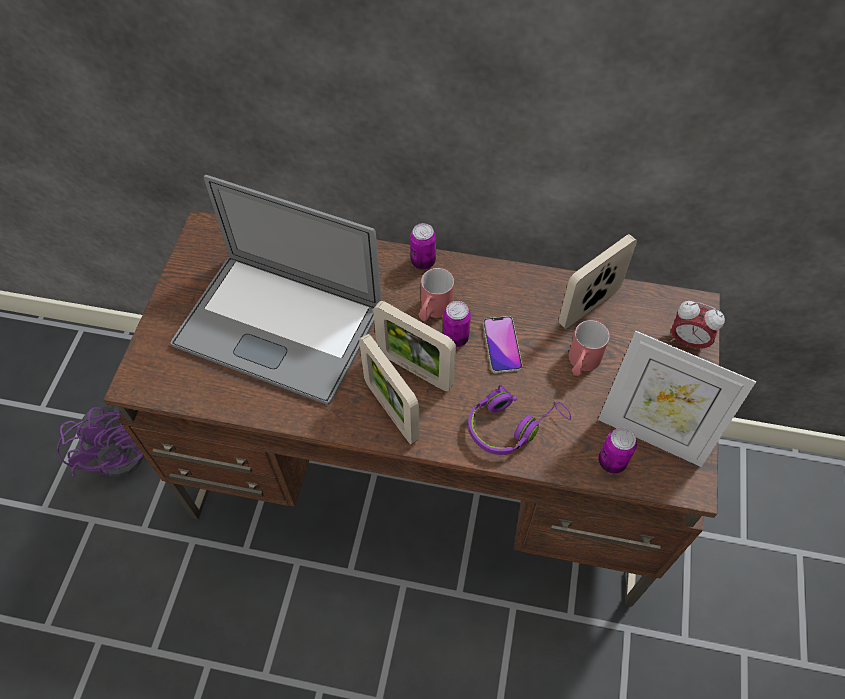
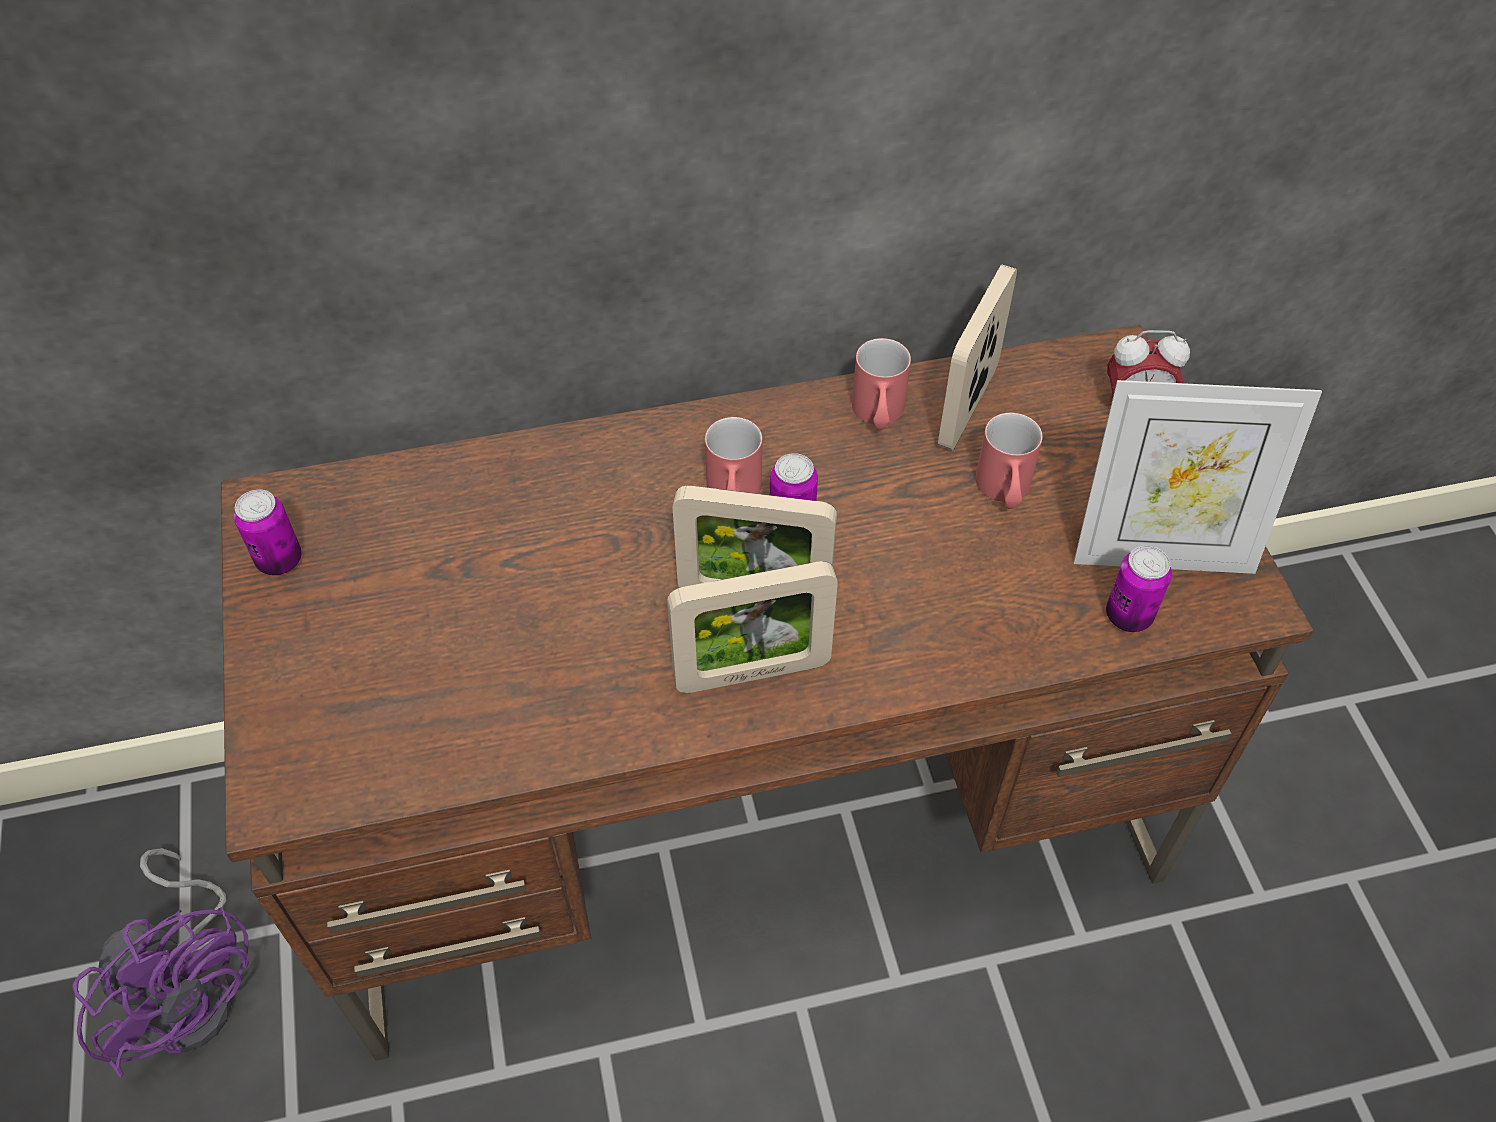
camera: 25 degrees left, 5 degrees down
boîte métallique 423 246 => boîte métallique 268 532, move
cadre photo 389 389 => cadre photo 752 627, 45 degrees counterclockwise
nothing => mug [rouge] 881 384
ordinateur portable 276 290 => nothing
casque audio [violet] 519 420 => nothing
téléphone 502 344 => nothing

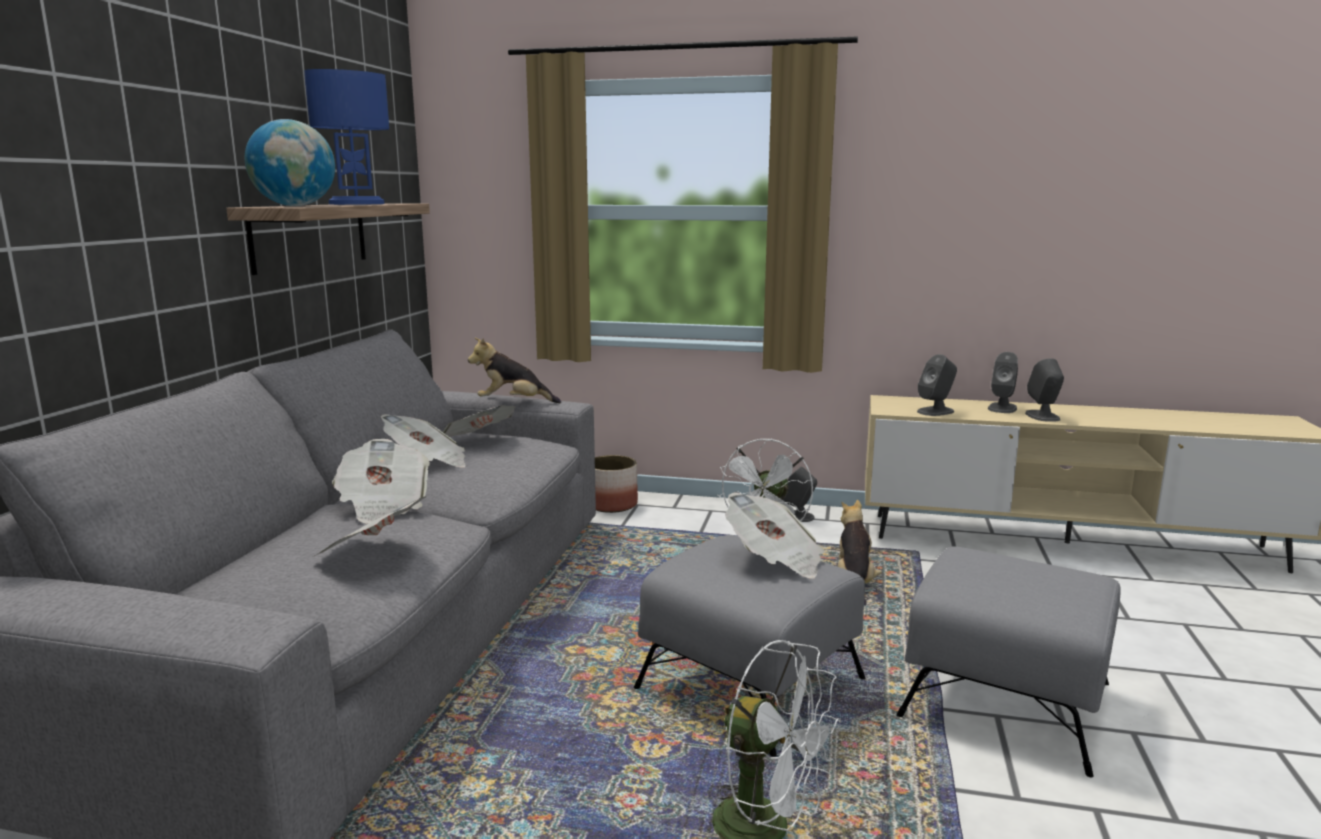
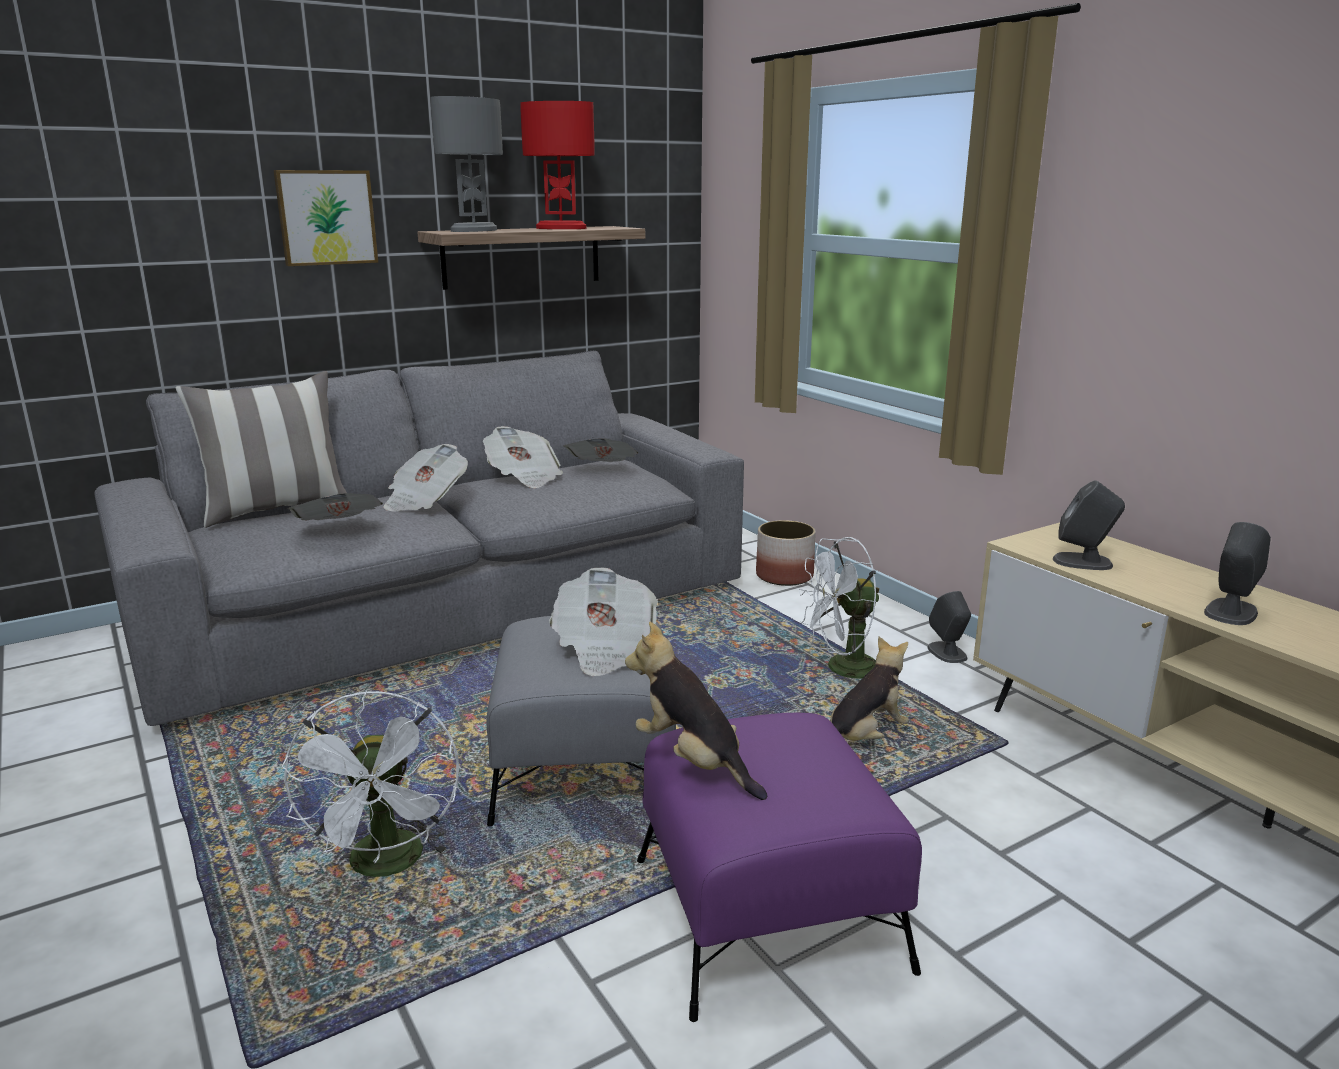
camera: 45 degrees right, 5 degrees up
nothing => coussin 261 449
nothing => tableau 326 218
globe 289 162 => lampe de table [gris] 466 164
lampe de table [bleu] 346 137 => lampe de table [rouge] 557 165
peluche 514 370 => peluche 696 711, move
pouf [gris] 1008 661 => pouf [violet] 779 867
enceinte [gris] 1003 382 => nothing

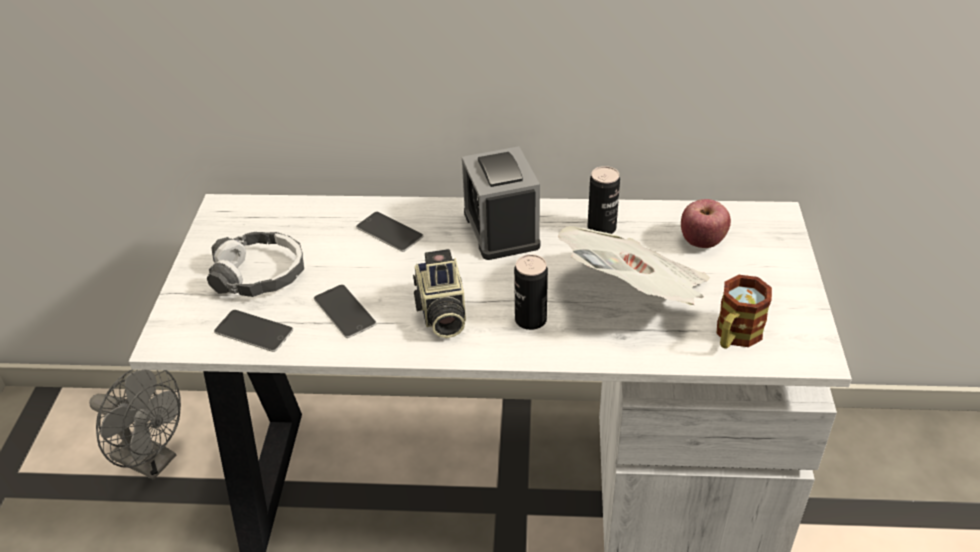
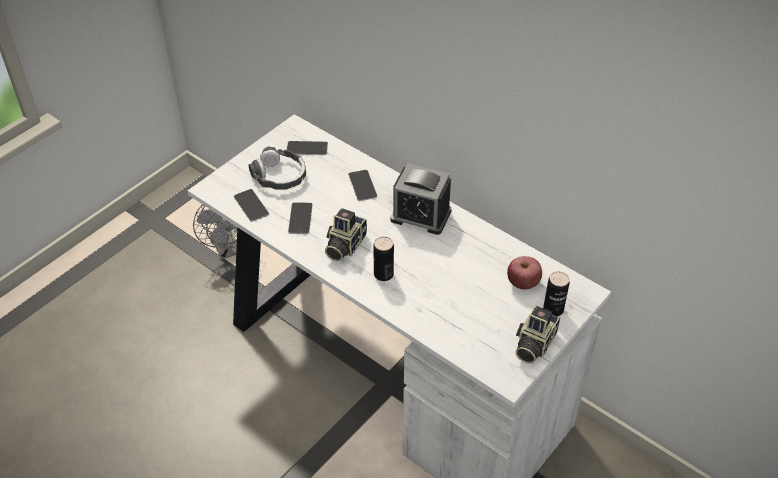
camera: 35 degrees right, 5 degrees up
nothing => téléphone 307 148
réveil 501 203 => réveil 420 199, 90 degrees counterclockwise
nothing => appareil photo 537 335
boîte métallique 603 200 => boîte métallique 556 294, move
journal 634 265 => nothing
mug 744 312 => nothing

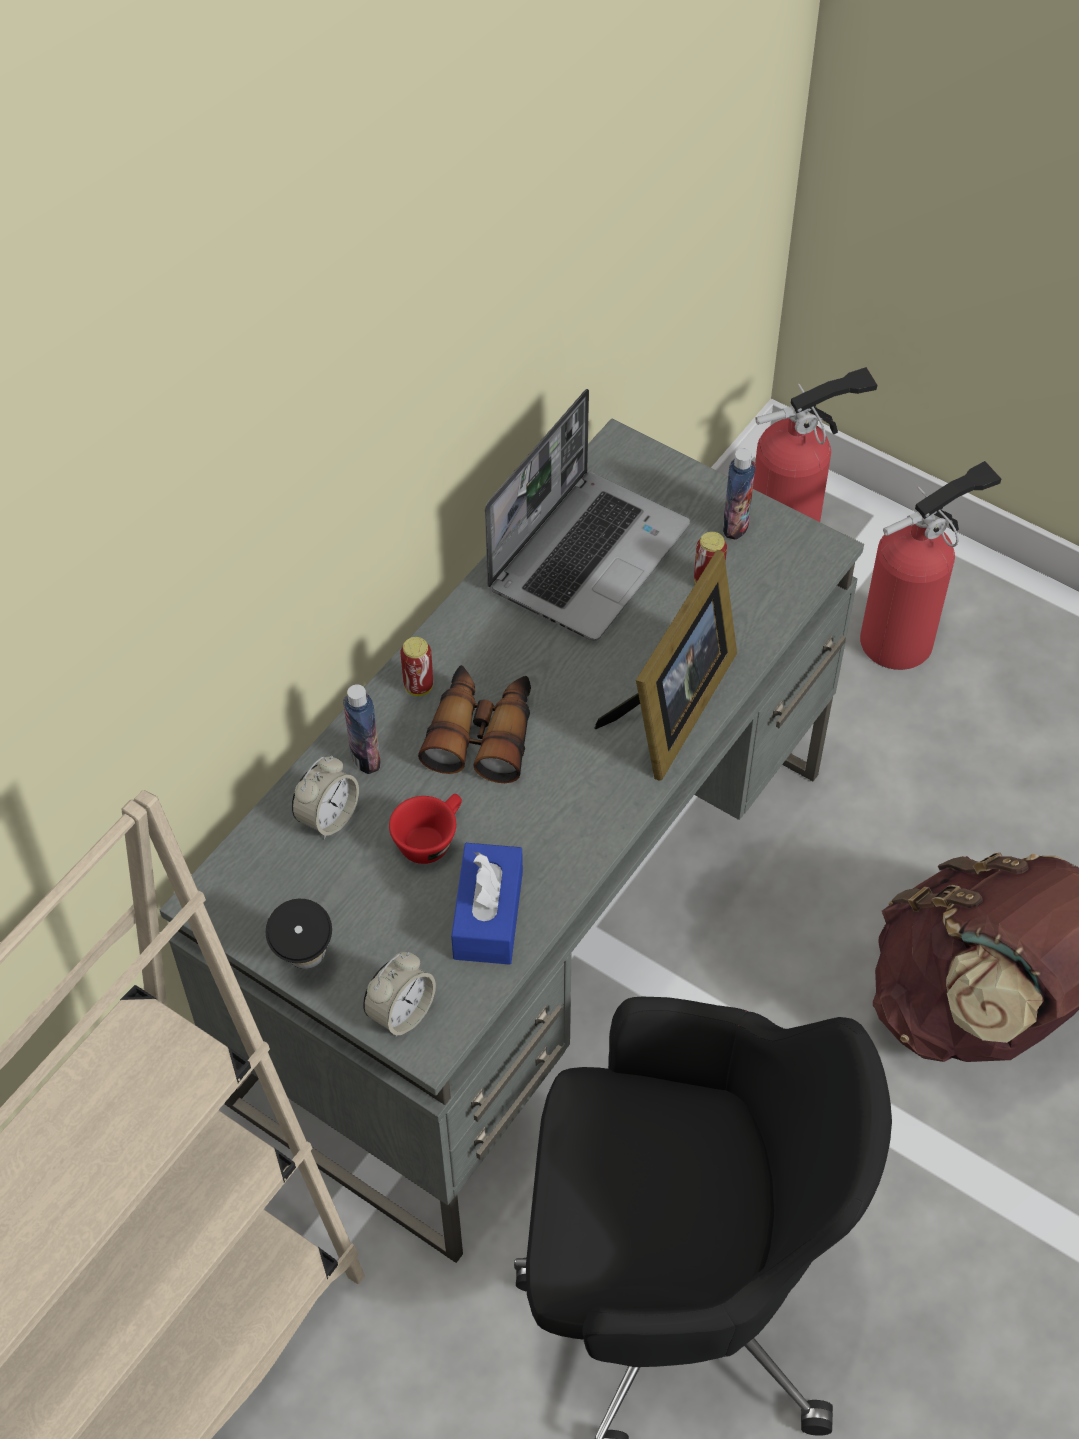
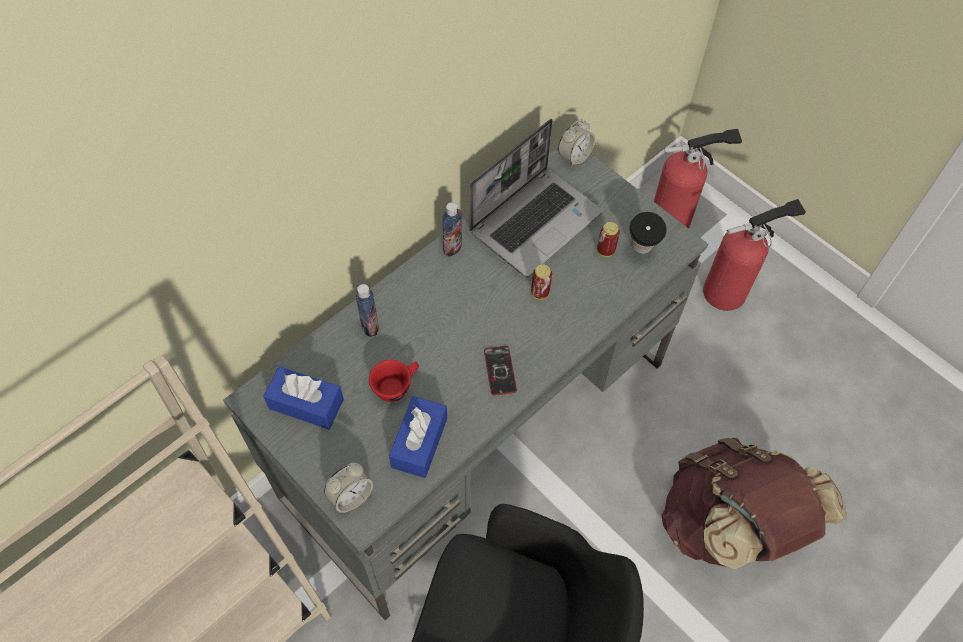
camera: 10 degrees right, 5 degrees up
nothing => boîte à mouchoirs [bleu] 303 397
bouteille 739 494 => bouteille 452 229, move
nothing => téléphone 500 371
boîte métallique 416 666 => boîte métallique 541 282, move
réveil 325 797 => réveil 576 143, move
tasse 299 934 => tasse 647 233, move
jumelles 474 724 => nothing
cadre photo 665 665 => nothing

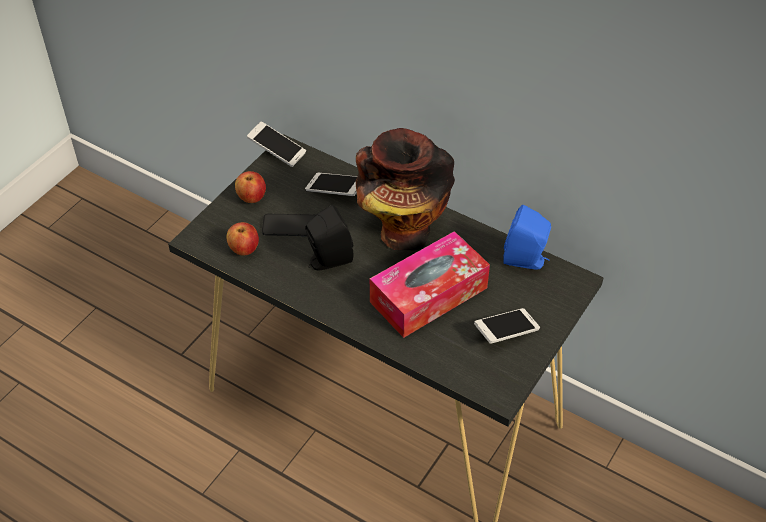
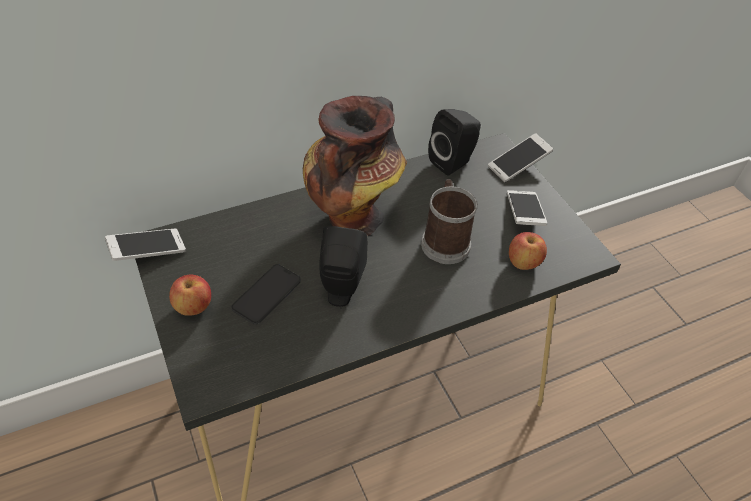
camera: 60 degrees left, 0 degrees up
boîte à mouchoirs 430 284 => mug 449 221
enceinte [bleu] 527 237 => enceinte [noir] 454 142
téléphone 331 184 => téléphone 520 157, move
pomme 243 238 => pomme 528 251, move

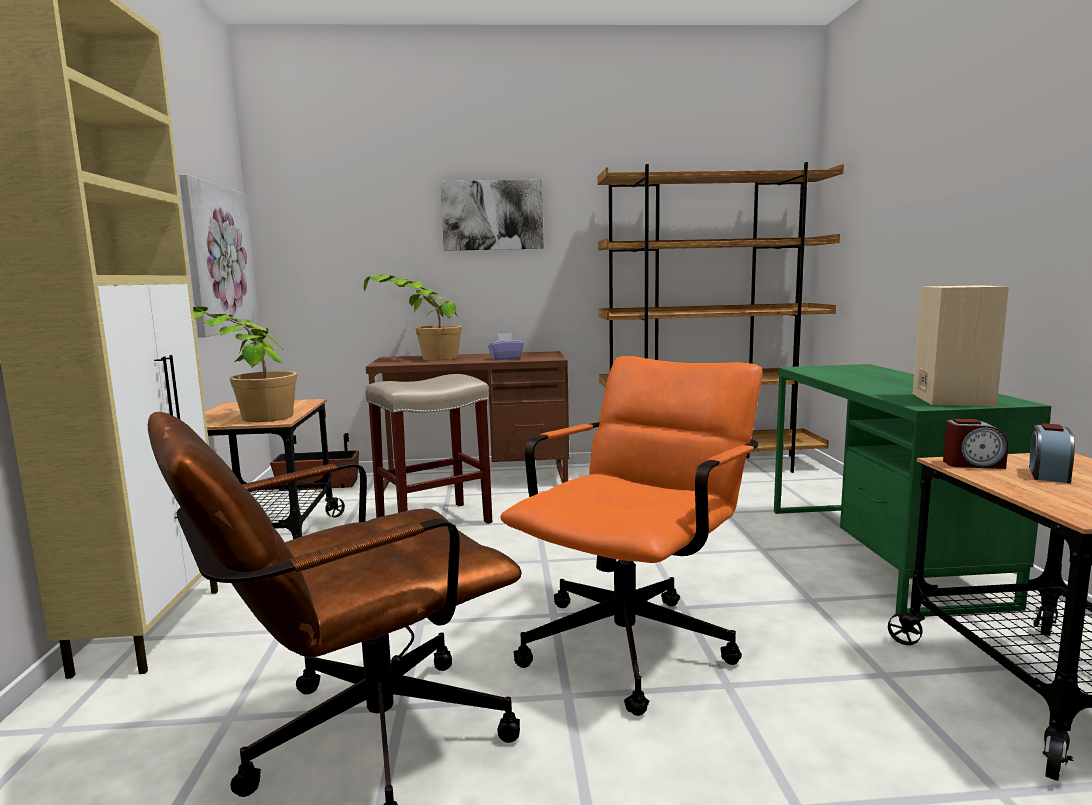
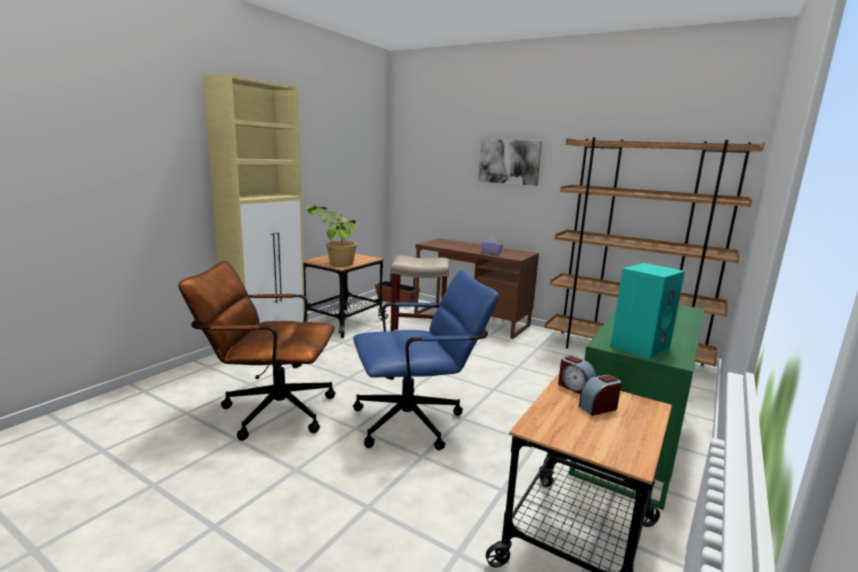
camera: 35 degrees right, 5 degrees up
chaise de bureau [orange] 631 536 => chaise de bureau [bleu] 426 360
enceinte [beige] 961 345 => enceinte [turquoise] 647 311
tableau 219 255 => nothing
plante en pot 413 318 => nothing

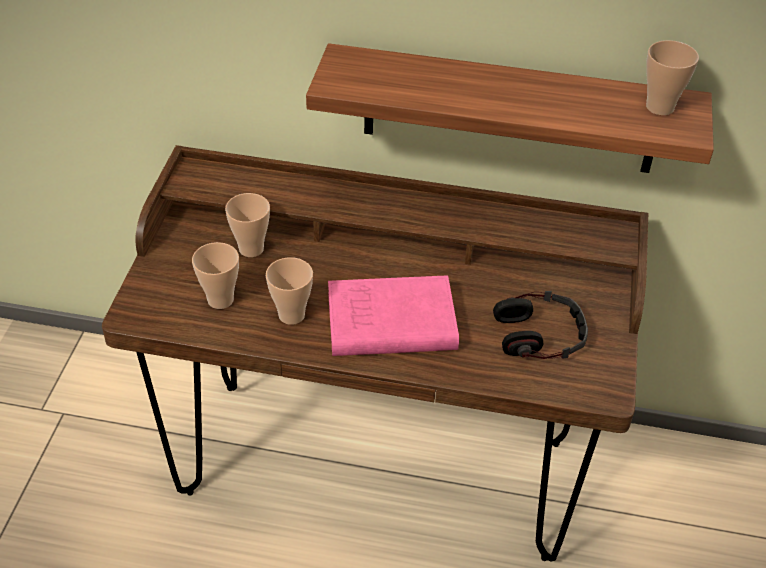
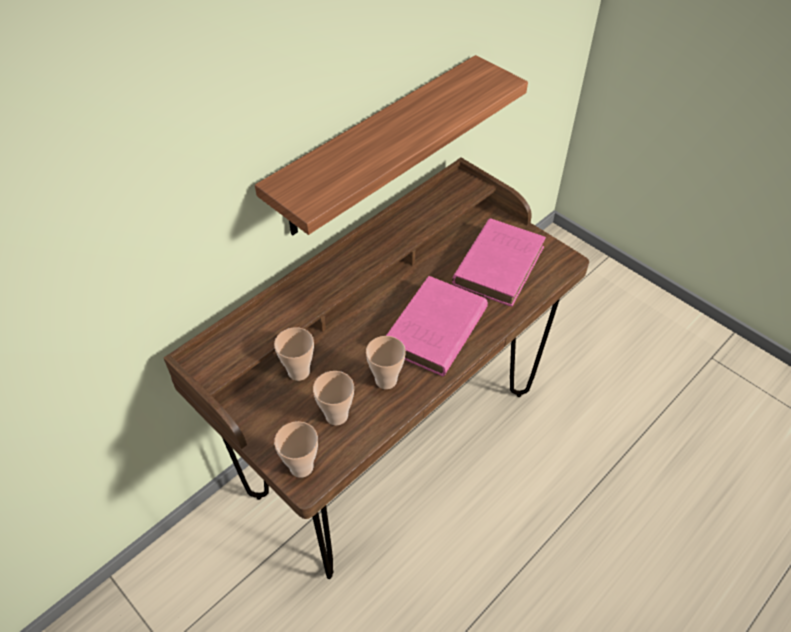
camera: 55 degrees left, 5 degrees up
tasse 672 77 => tasse 296 449, move
casque audio 540 325 => livre [rose] 499 262

